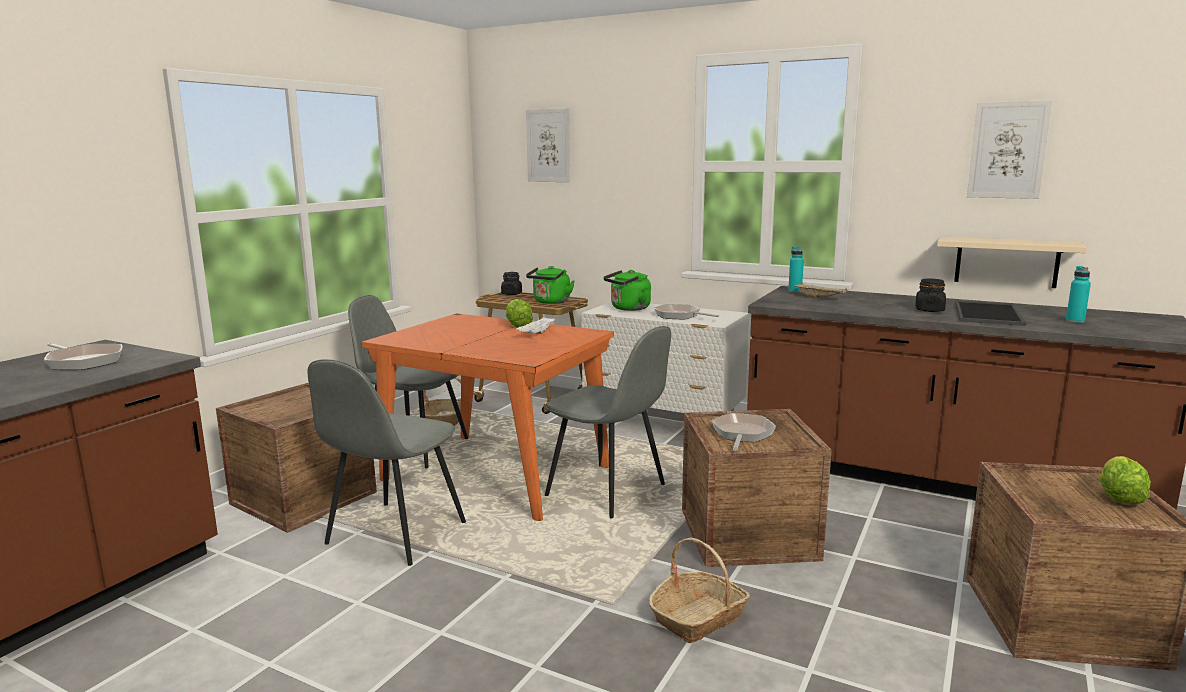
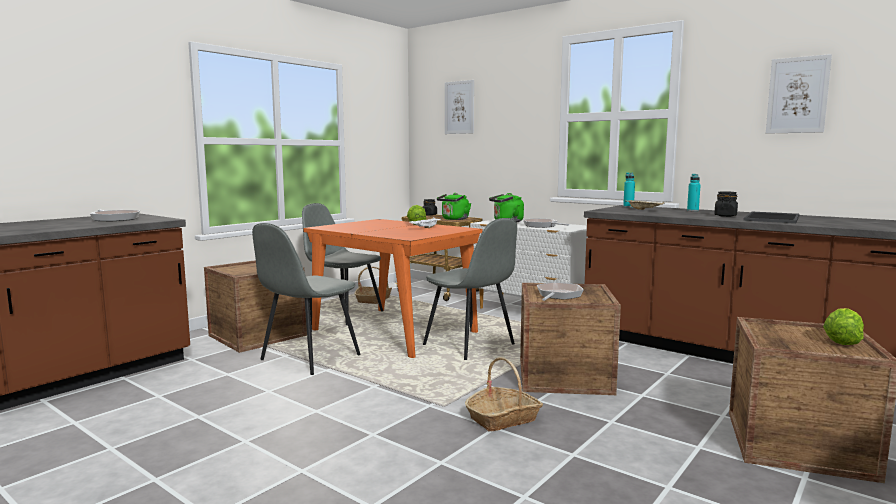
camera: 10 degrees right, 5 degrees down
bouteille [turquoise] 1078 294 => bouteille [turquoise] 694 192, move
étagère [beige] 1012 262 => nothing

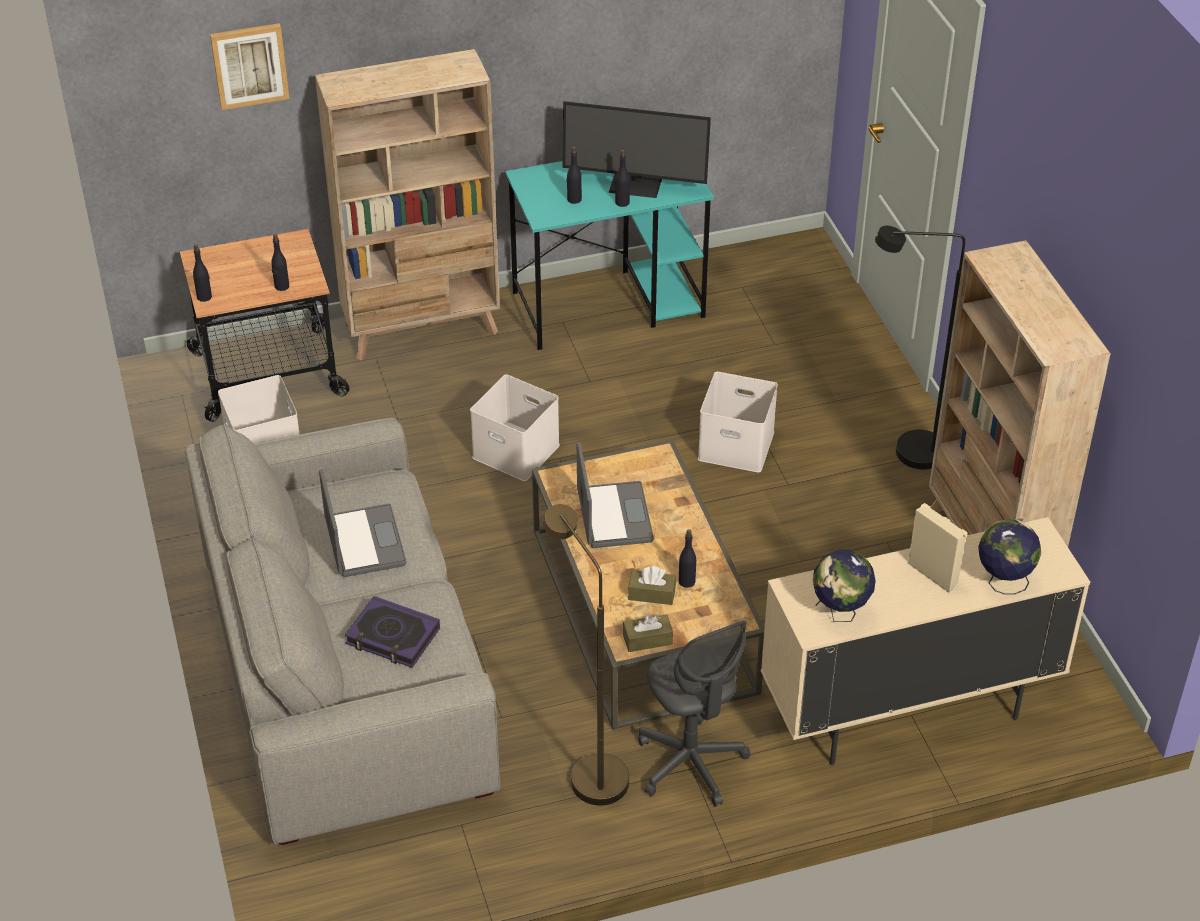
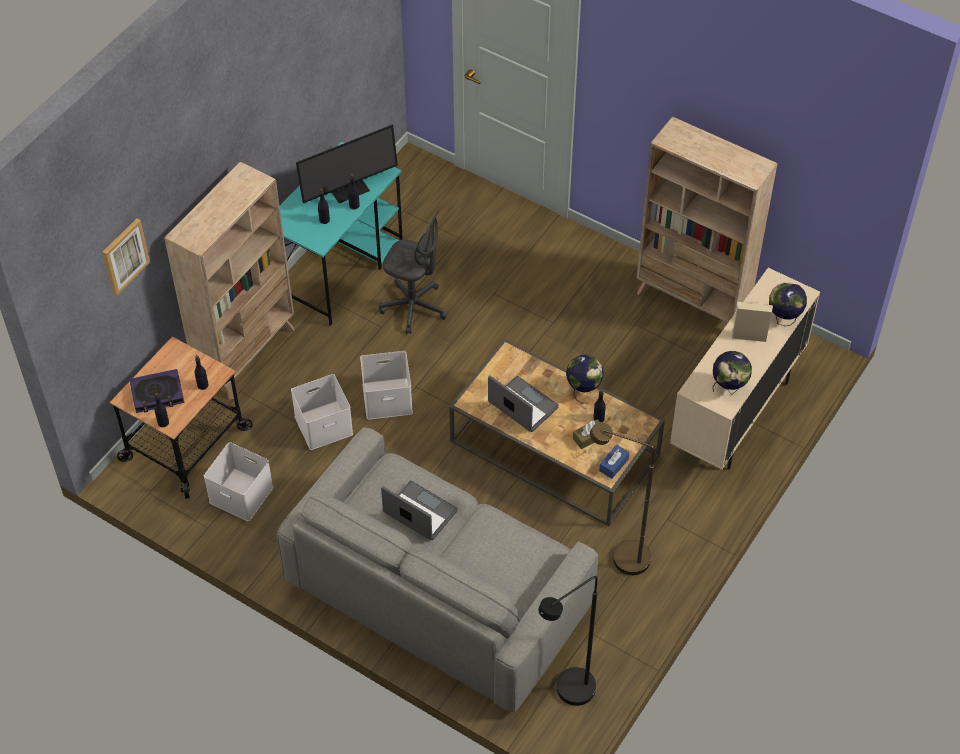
camera: 40 degrees left, 10 degrees up
livre 392 632 => livre 156 391, move
boîte de rangement [blanc] 738 422 => boîte de rangement [blanc] 322 412, move
chaise de bureau [gris] 694 714 => chaise de bureau [gris] 413 272, move
lampadaire [noir] 920 347 => lampadaire [noir] 567 641, move
nothing => globe 585 379
boîte à mouchoirs [marron] 648 633 => boîte à mouchoirs [bleu] 614 462

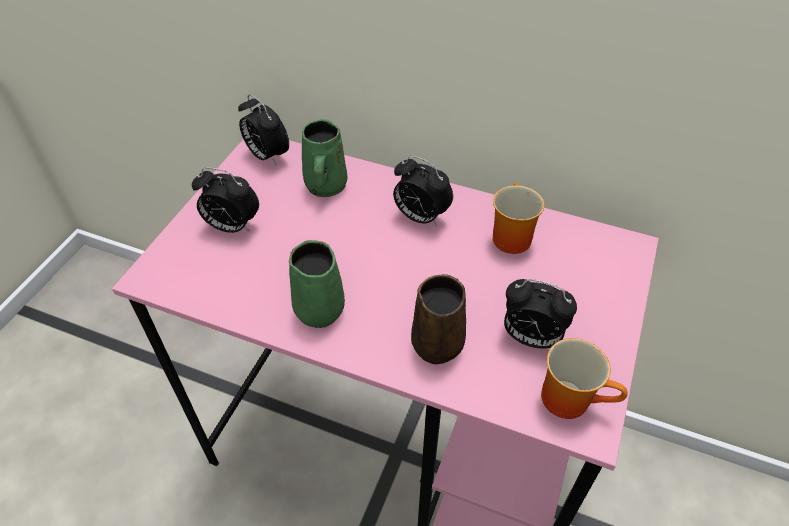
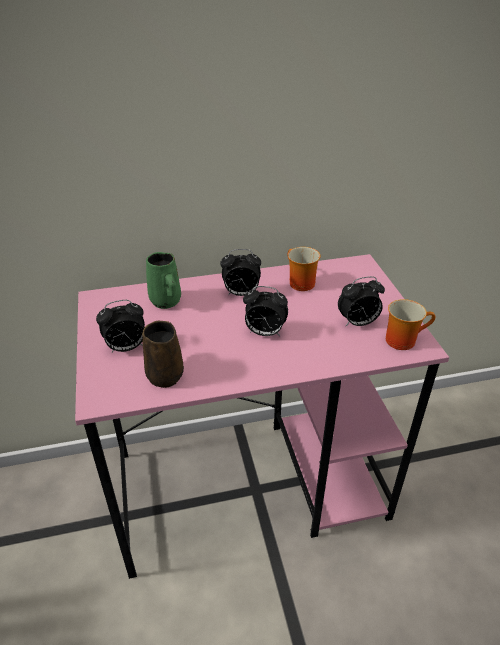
camera: 35 degrees left, 10 degrees down
mug [marron] 438 319 => mug [marron] 163 354, move
réveil 263 130 => réveil 265 311, move
mug [vert] 317 284 => nothing

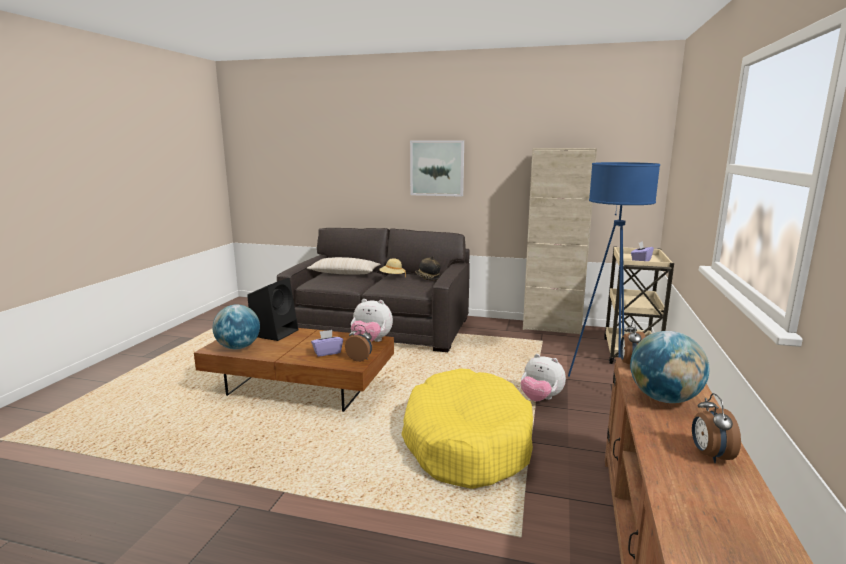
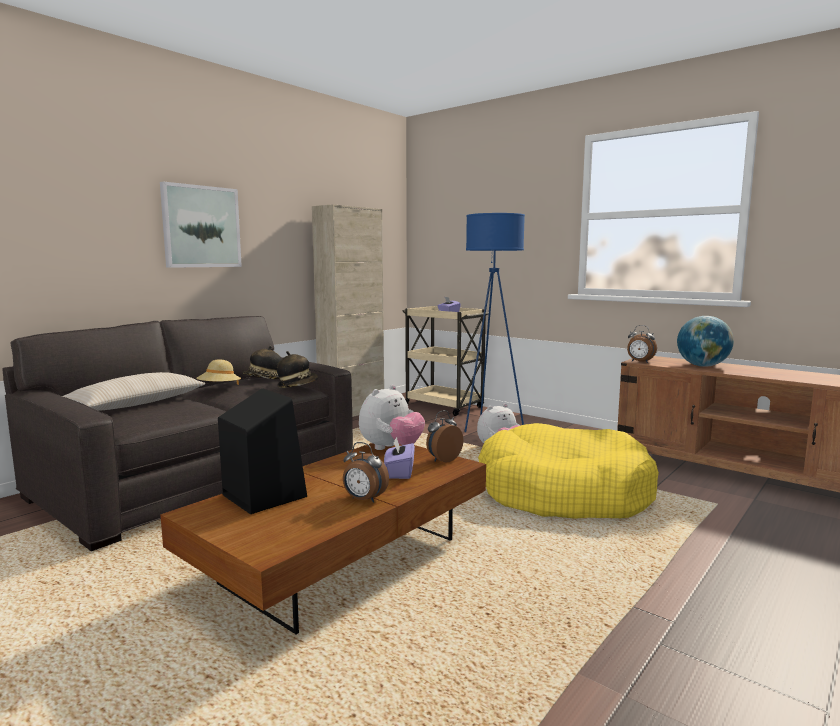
camera: 65 degrees left, 5 degrees down
nothing => chapeau 297 369
réveil 716 428 => réveil 366 472, move
globe 236 327 => nothing

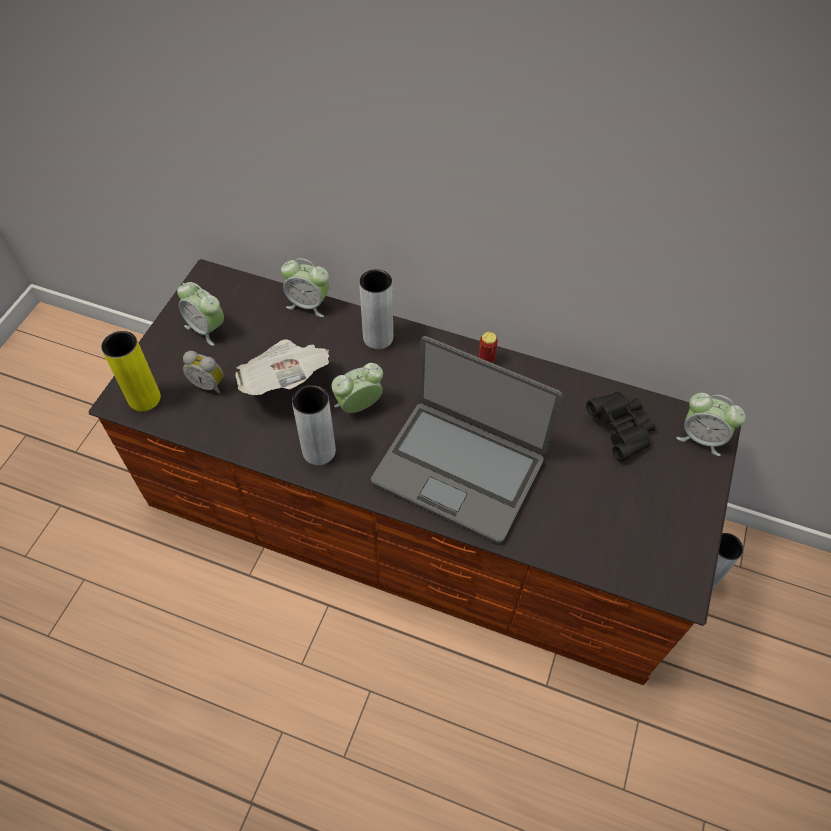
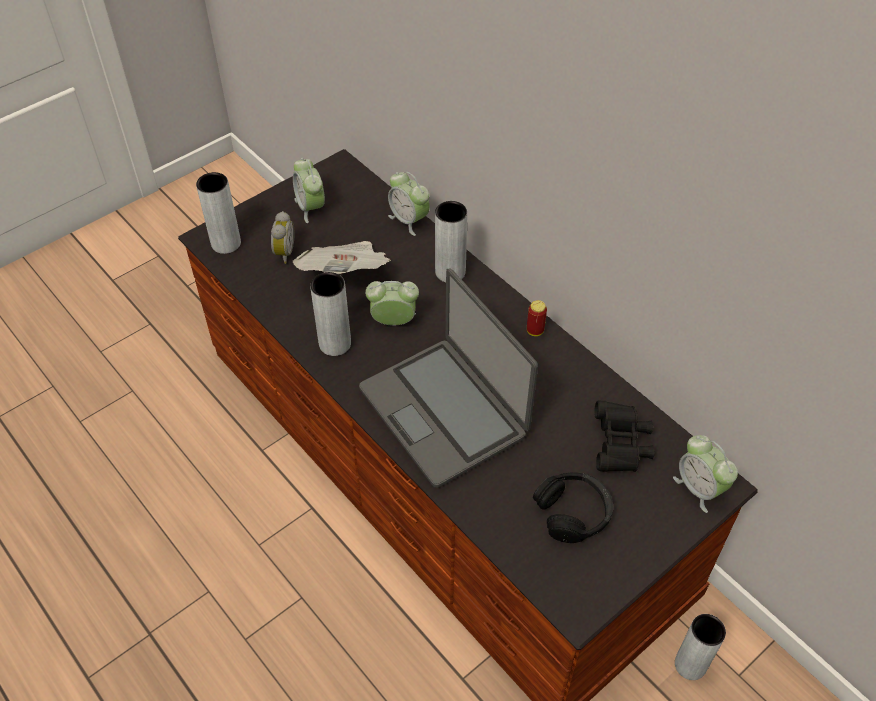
camera: 30 degrees right, 5 degrees down
vase [jaune] 131 371 => vase [gris] 218 213
réveil 203 372 => réveil 282 237, 135 degrees counterclockwise
nothing => casque audio [noir] 573 507

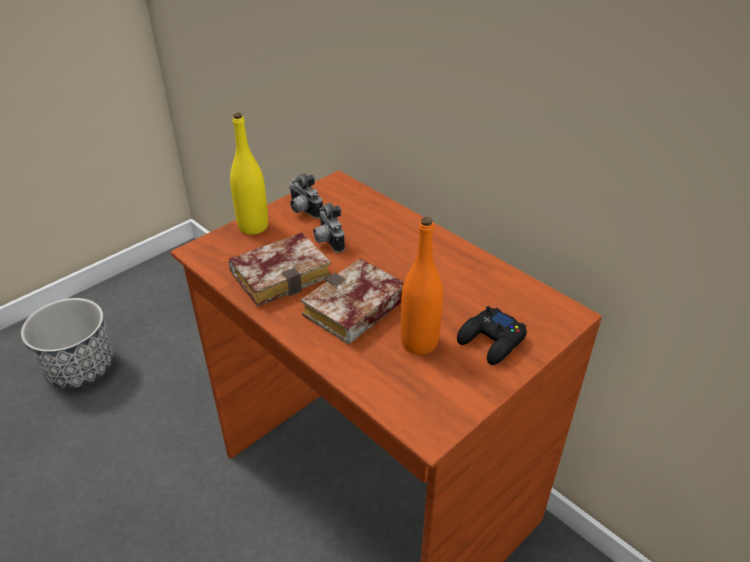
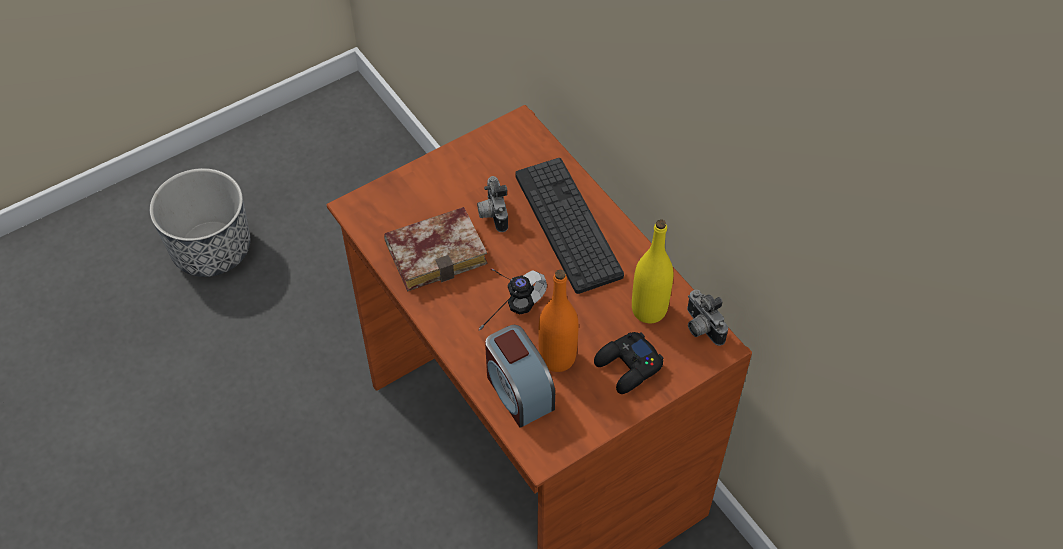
camera: 10 degrees right, 15 degrees up
livre 352 301 => casque audio 513 299
nothing => réveil 520 376
nothing => clavier 569 226
bouteille [jaune] 249 174 => bouteille [jaune] 652 271, move
appareil photo 306 195 => appareil photo 707 318, move

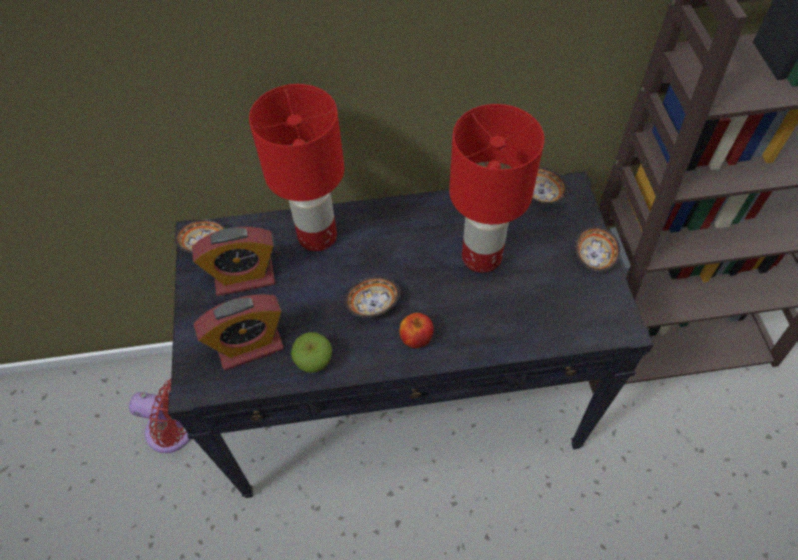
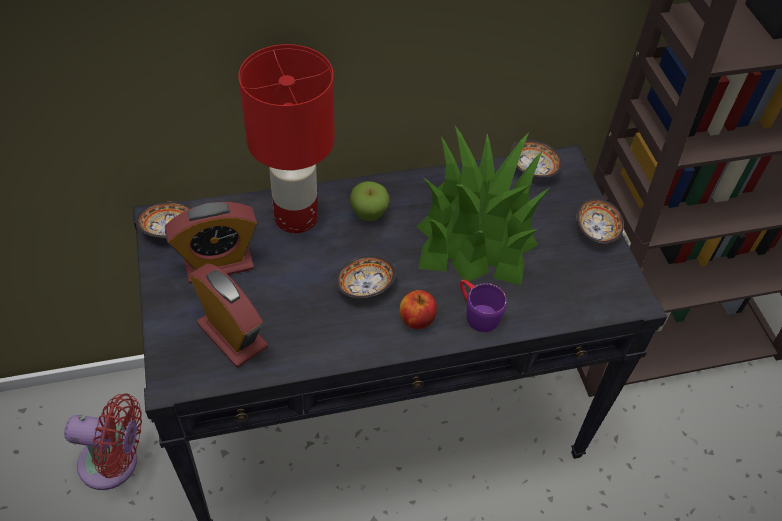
camera: 10 degrees left, 5 degrees down
réveil 239 332 => réveil 228 315, 105 degrees counterclockwise
pomme 311 352 => pomme 370 201, move
lampe de table [rouge] 496 188 => plante en pot 483 205
nothing => mug [violet] 483 305

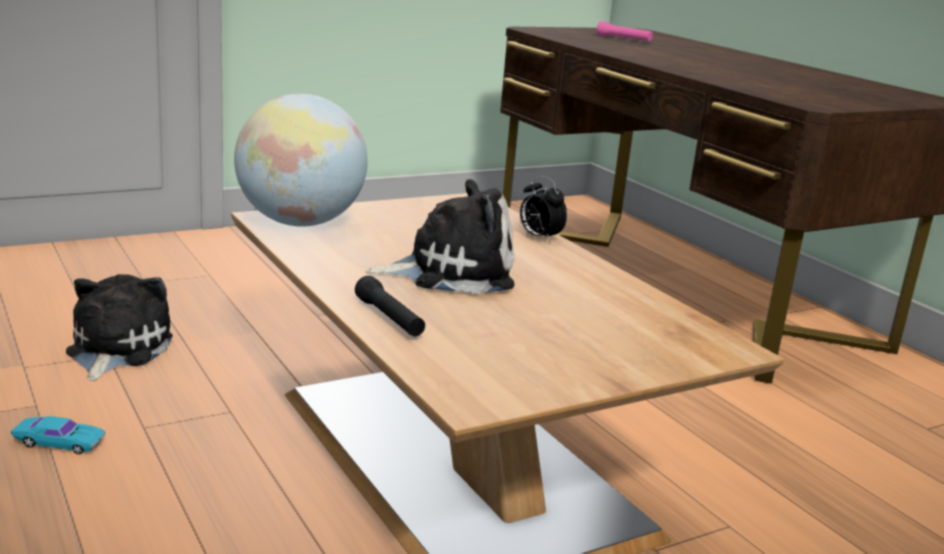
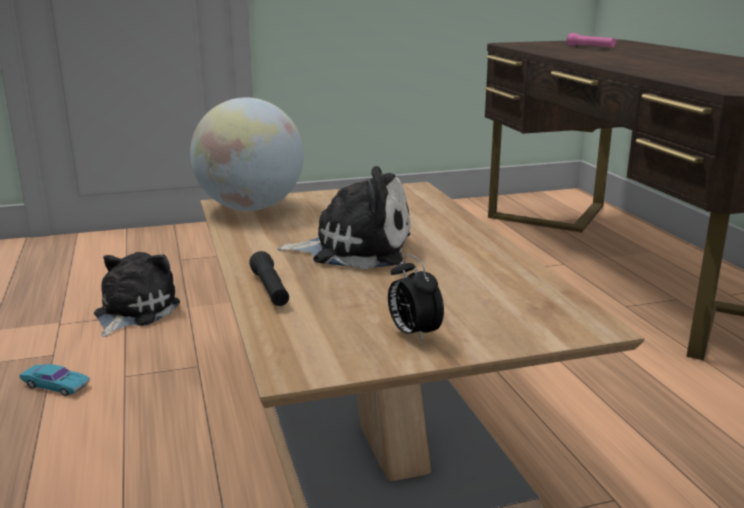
camera: 15 degrees right, 0 degrees up
réveil 543 209 => réveil 416 298, move

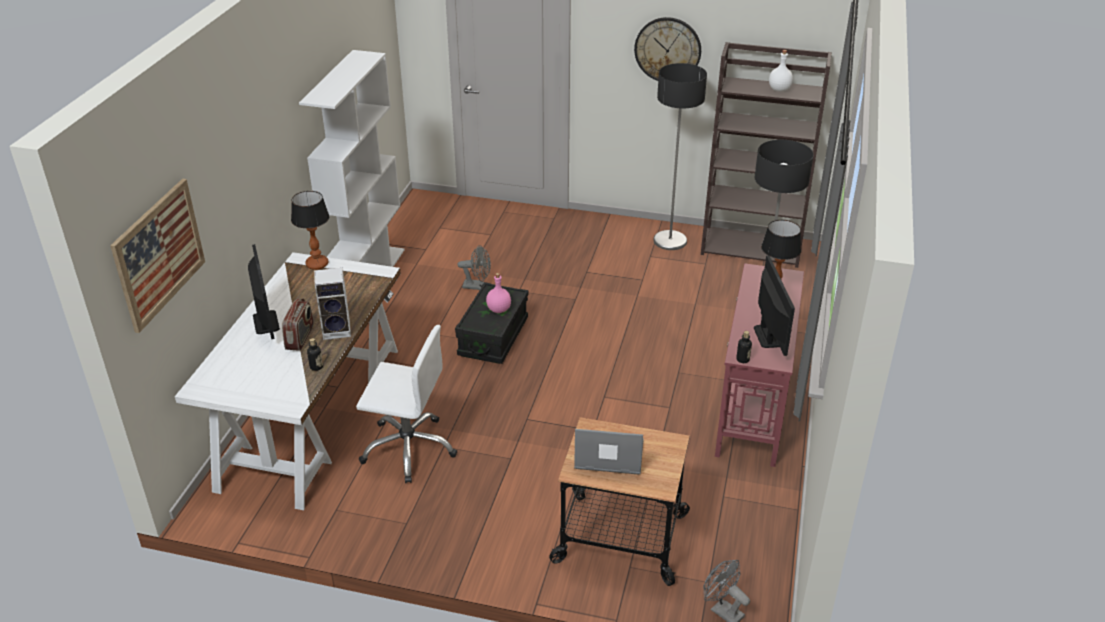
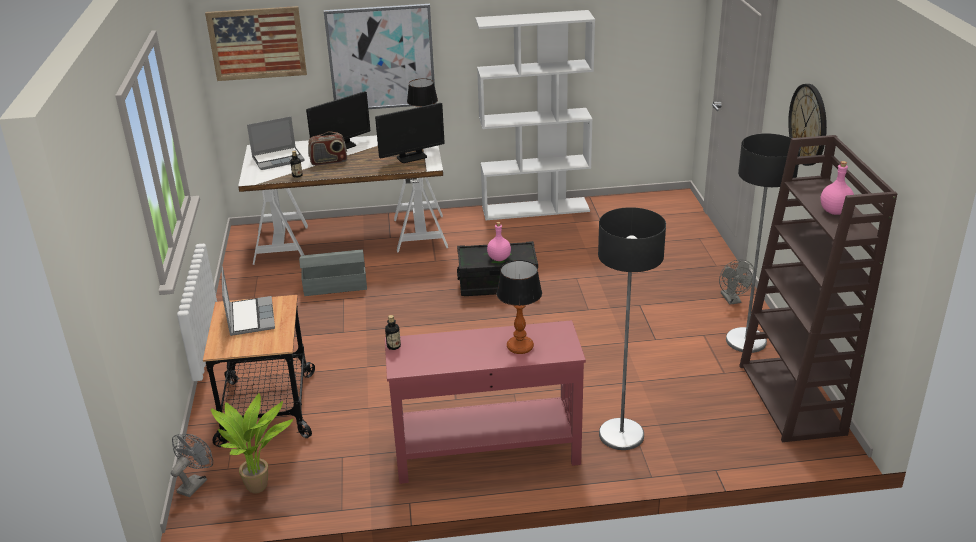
camera: 70 degrees right, 5 degrees down
nothing => plante en pot 252 443
nothing => ordinateur portable 275 143
chaise de bureau [blanc] 407 404 => boîte de rangement [gris] 333 272
nothing => tableau 380 56
écran d'ordinateur 774 306 => écran d'ordinateur 410 133, move
ventilateur [gris] 474 267 => ventilateur [gris] 736 282, move
bouteille [blanc] 781 71 => bouteille [rose] 837 188
enceinte 332 304 => nothing

